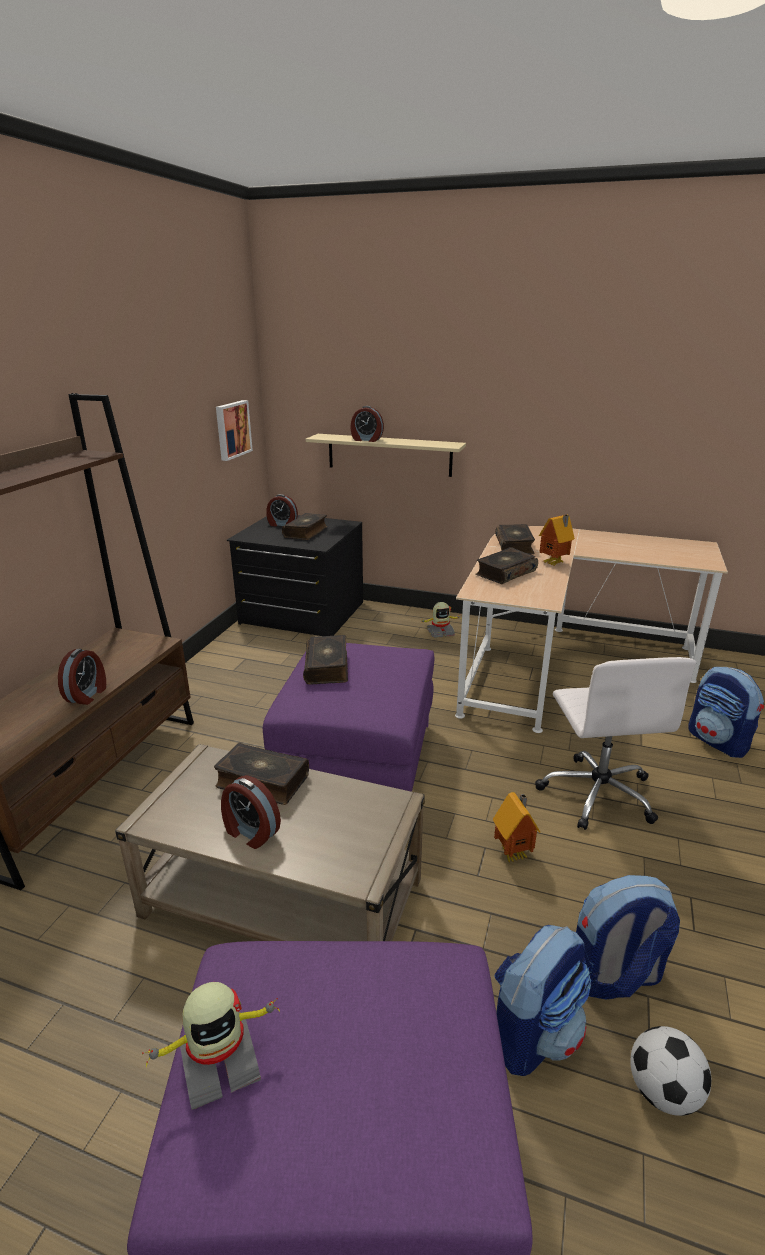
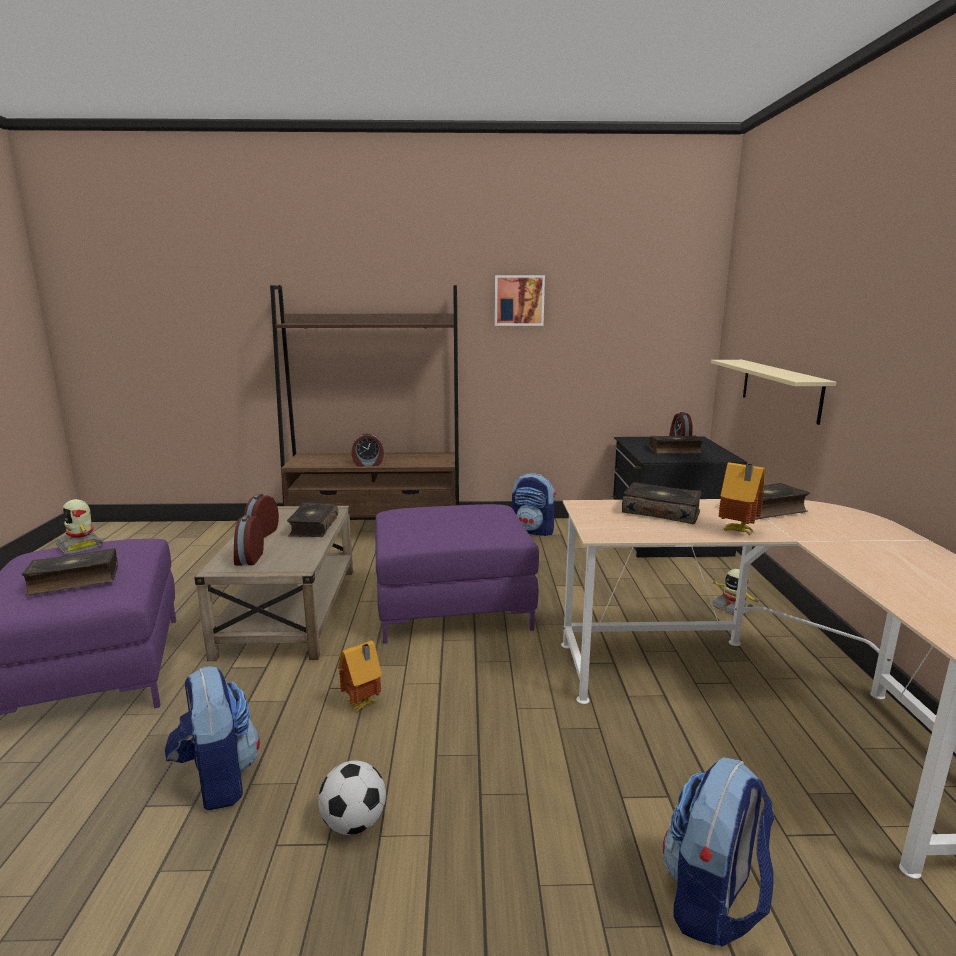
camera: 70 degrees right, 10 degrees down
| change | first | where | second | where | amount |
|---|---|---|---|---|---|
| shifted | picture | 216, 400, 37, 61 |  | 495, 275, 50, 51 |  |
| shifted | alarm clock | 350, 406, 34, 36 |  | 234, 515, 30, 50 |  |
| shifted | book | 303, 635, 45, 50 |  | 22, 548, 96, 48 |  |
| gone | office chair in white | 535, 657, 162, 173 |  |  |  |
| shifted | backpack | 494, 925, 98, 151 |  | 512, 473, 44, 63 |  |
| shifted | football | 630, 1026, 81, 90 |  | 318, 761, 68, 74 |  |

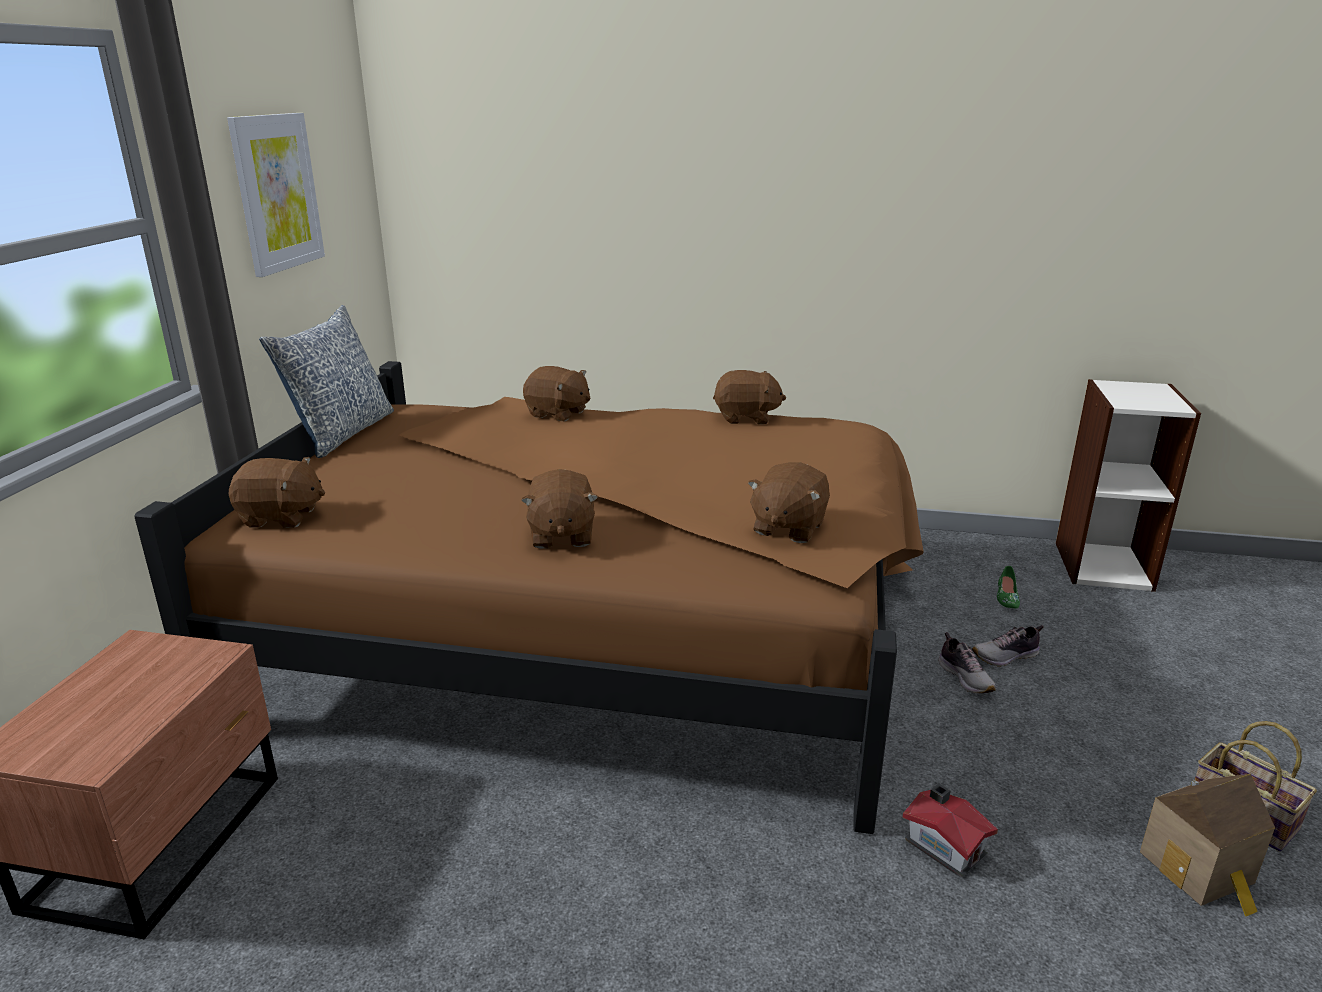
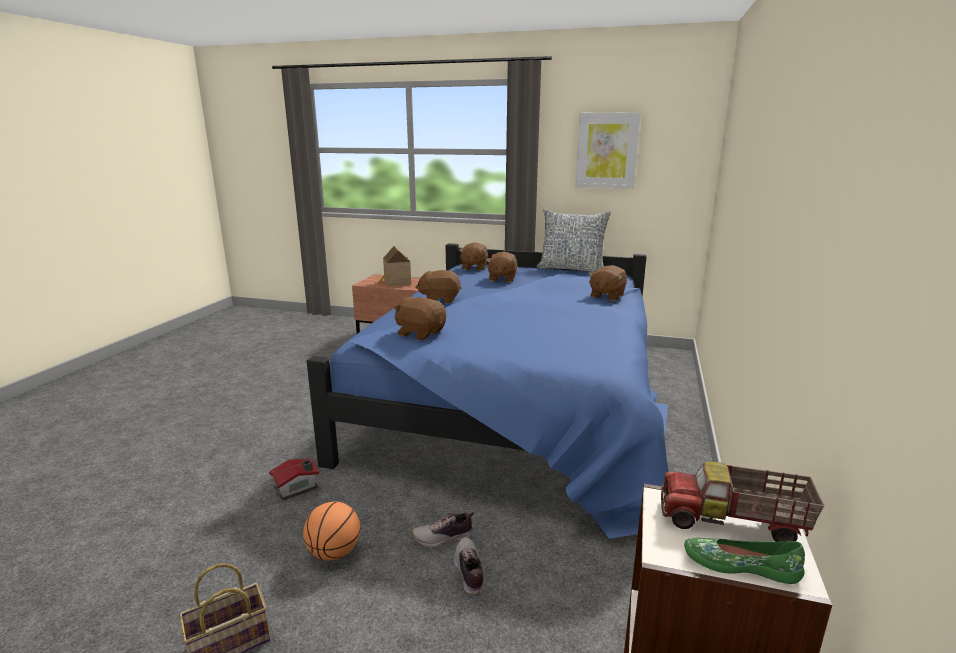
camera: 95 degrees right, 5 degrees down
| change | first | where | second | where | amount |
|---|---|---|---|---|---|
| repainted | bed in brown | 134, 361, 790, 473 | bed in blue | 307, 243, 362, 296 |  |
| shifted | plush toy in brown | 713, 370, 73, 54 |  | 486, 252, 31, 30 |  |
| shifted | shoe in green | 997, 566, 23, 43 |  | 684, 538, 121, 46 |  |
| shifted | toy house | 1140, 774, 135, 143 |  | 378, 246, 33, 40 |  |
| new |  |  | toy truck | 661, 461, 163, 81 |  |
| new |  |  | basketball | 303, 501, 58, 60 |  |

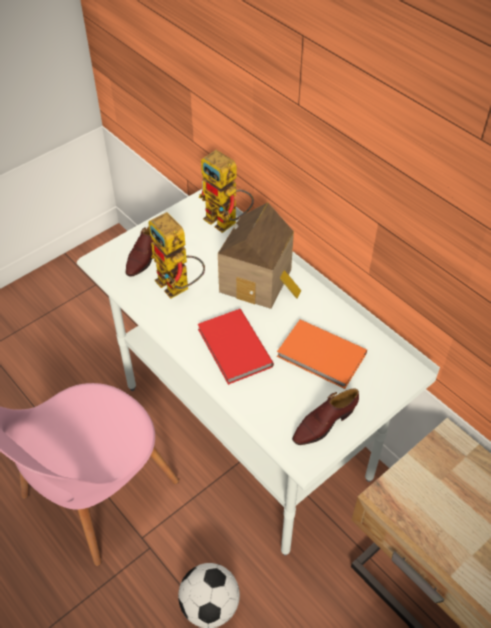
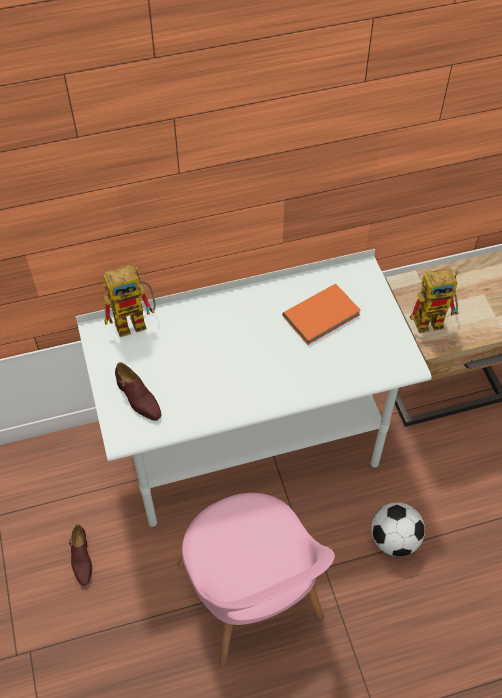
camera: 65 degrees left, 5 degrees up
| change | first | where | second | where | amount |
|---|---|---|---|---|---|
| gone | toy house | 218, 202, 83, 107 |  |  |  |
| shifted | toy robot | 148, 212, 57, 86 |  | 410, 268, 49, 65 |  |
| gone | book in red | 198, 309, 76, 76 |  |  |  |
| shifted | shoe in brown | 292, 388, 67, 57 |  | 69, 524, 23, 62 |  |

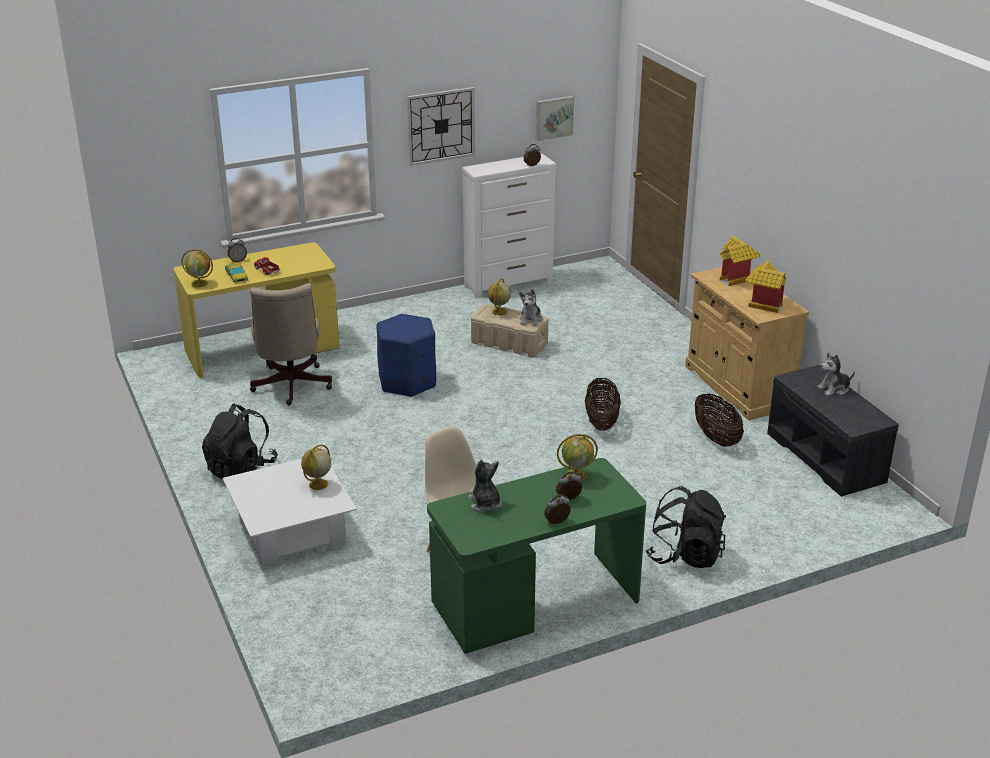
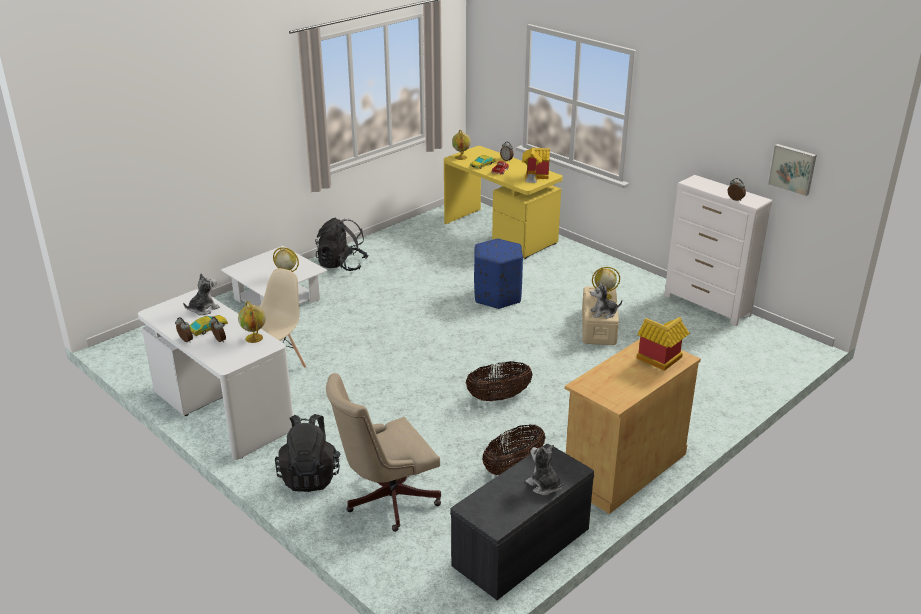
camera: 70 degrees right, 0 degrees up
| change | first | where | second | where | amount |
|---|---|---|---|---|---|
| gone | wall clock | 407, 87, 68, 79 |  |  |  |
| shifted | toy house | 746, 260, 40, 53 |  | 522, 148, 28, 35 |  |
| shifted | office chair in beige | 250, 283, 82, 122 |  | 326, 373, 115, 159 |  |
| repainted | desk in green | 427, 458, 219, 196 | desk in white | 138, 289, 155, 171 |  |
| new |  |  | toy car | 189, 315, 39, 21 |  |

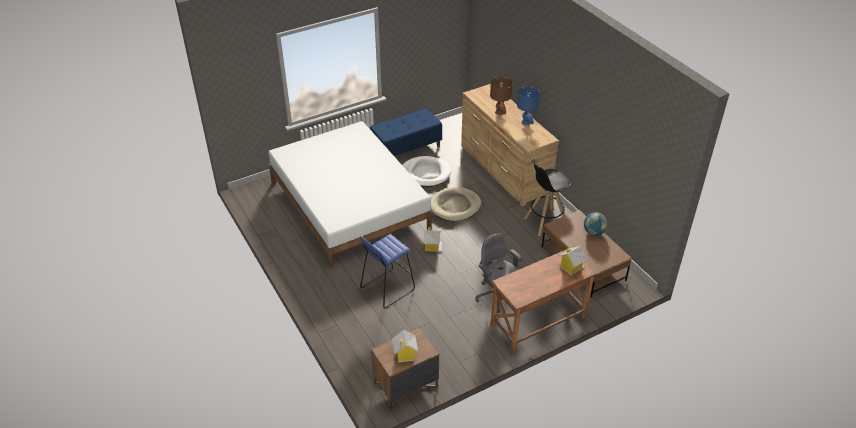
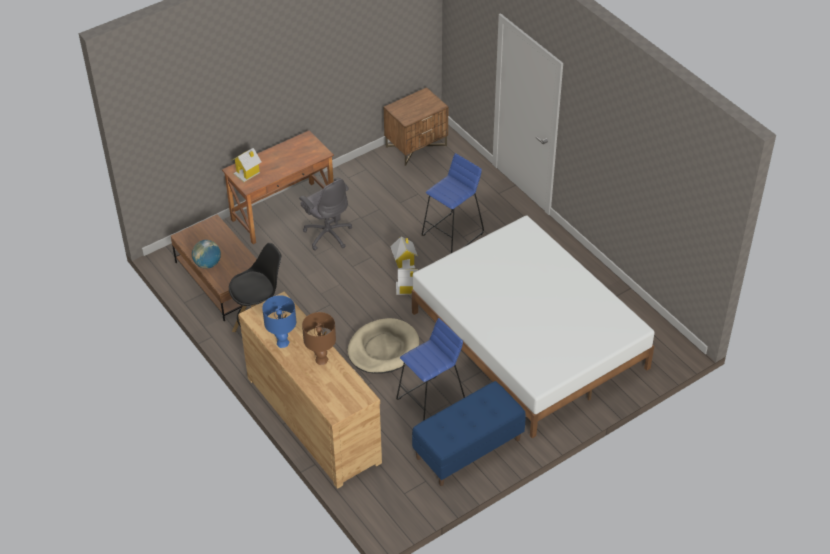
camera: 175 degrees right, 5 degrees up
| change | first | where | second | where | amount |
|---|---|---|---|---|---|
| swapped | dog bed in white | 402, 156, 49, 31 | stool in blue | 396, 318, 69, 103 |  |
| shifted | toy house | 392, 330, 26, 33 |  | 390, 236, 28, 33 |  |

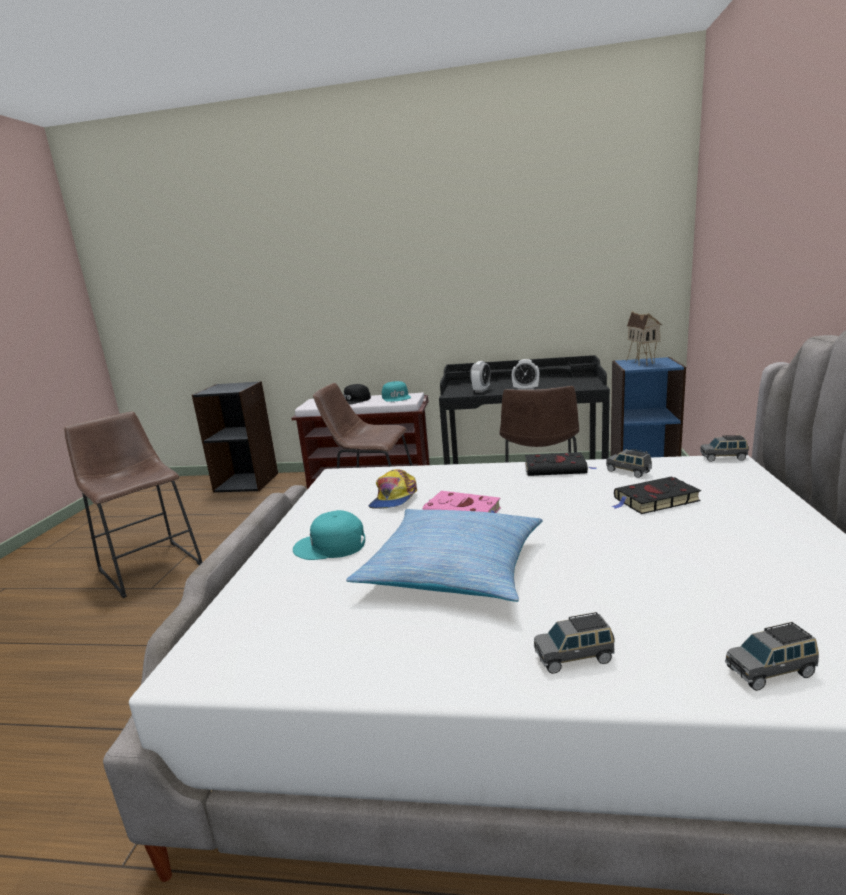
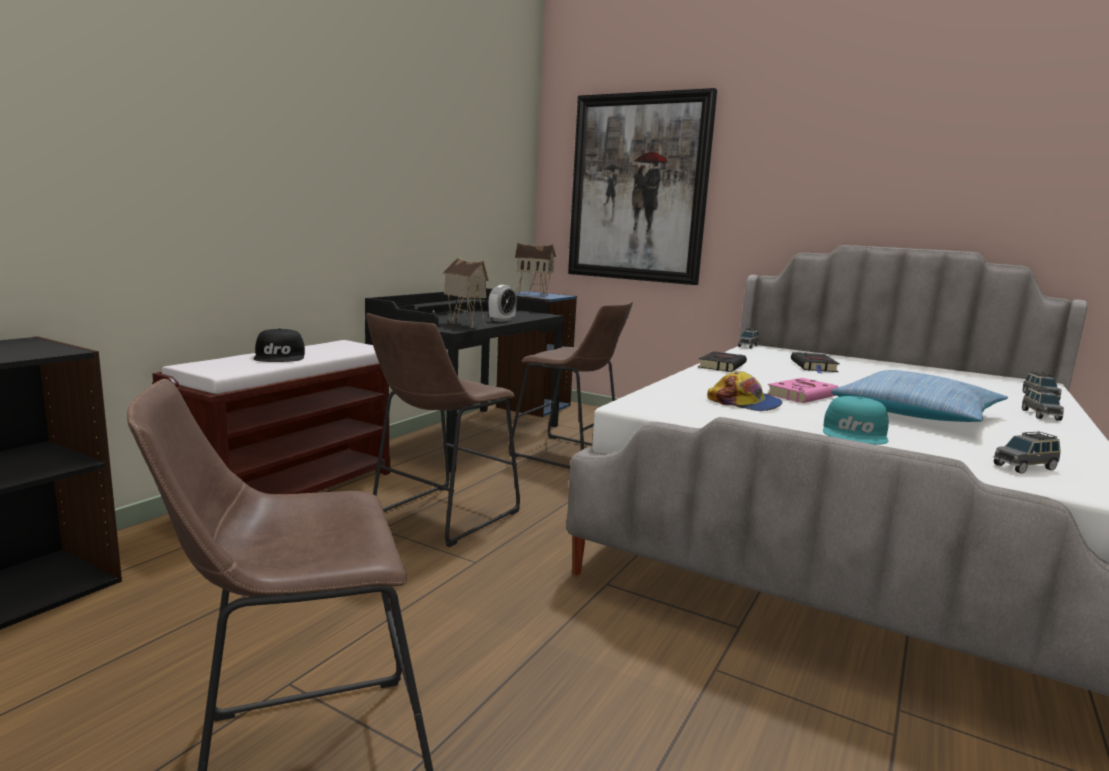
camera: 70 degrees left, 5 degrees down
| change | first | where | second | where | amount |
|---|---|---|---|---|---|
| swapped | alarm clock | 470, 361, 21, 32 | toy house | 443, 257, 46, 71 |  |
| gone | cap in turquoise | 382, 381, 29, 21 |  |  |  |
| shifted | toy car in grey | 606, 449, 46, 29 |  | 994, 431, 67, 43 |  |
| new |  |  | picture | 568, 88, 149, 197 |  |

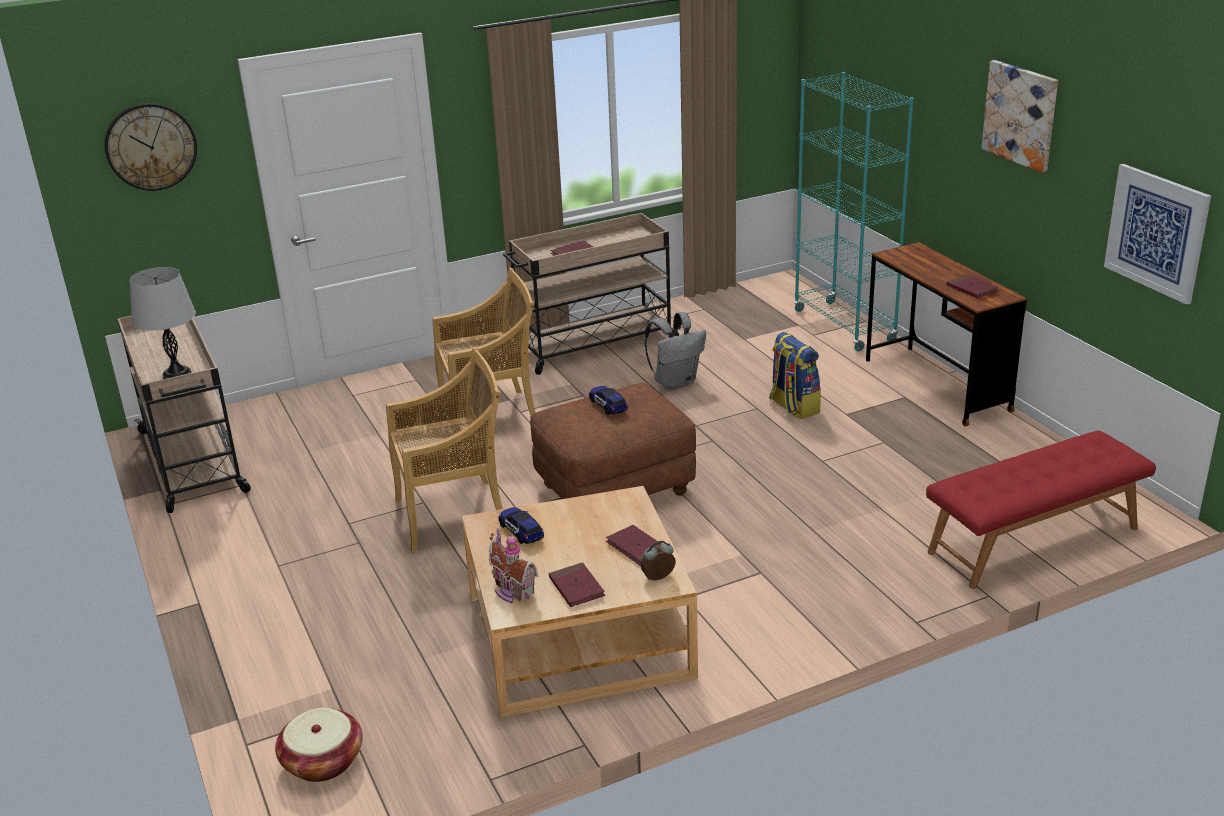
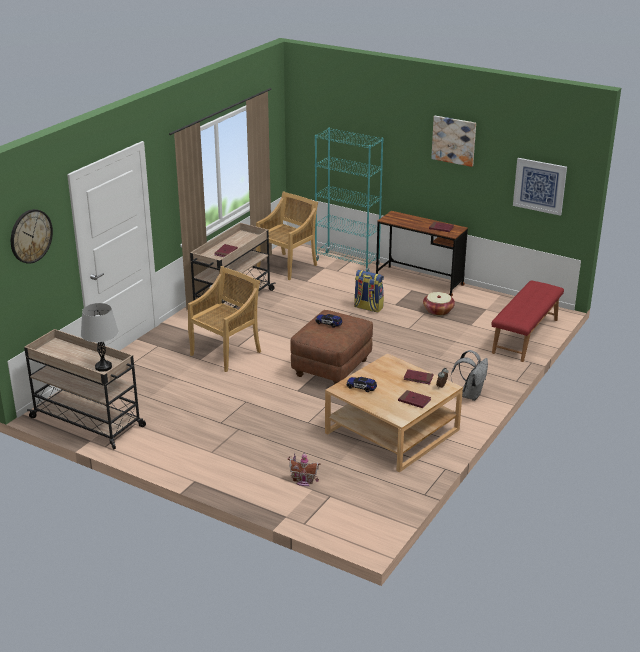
camera: 35 degrees left, 0 degrees up
| change | first | where | second | where | amount |
|---|---|---|---|---|---|
| shifted | backpack in grey | 645, 312, 61, 78 |  | 451, 350, 37, 51 |  |
| shifted | chair in beige | 386, 347, 117, 206 |  | 256, 191, 62, 89 |  |
| shifted | toy house | 489, 528, 49, 75 |  | 288, 452, 33, 34 |  |
| shifted | basket | 275, 708, 88, 74 |  | 423, 292, 32, 24 |  |

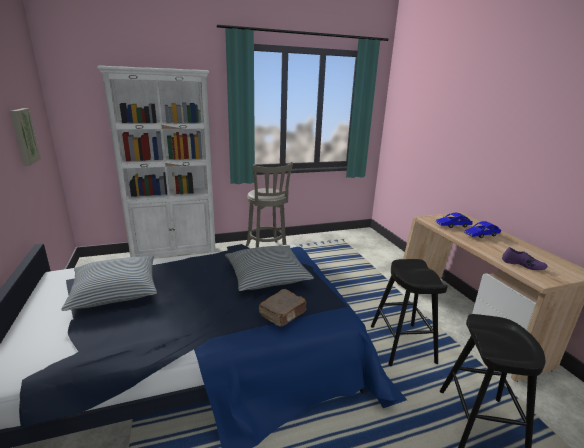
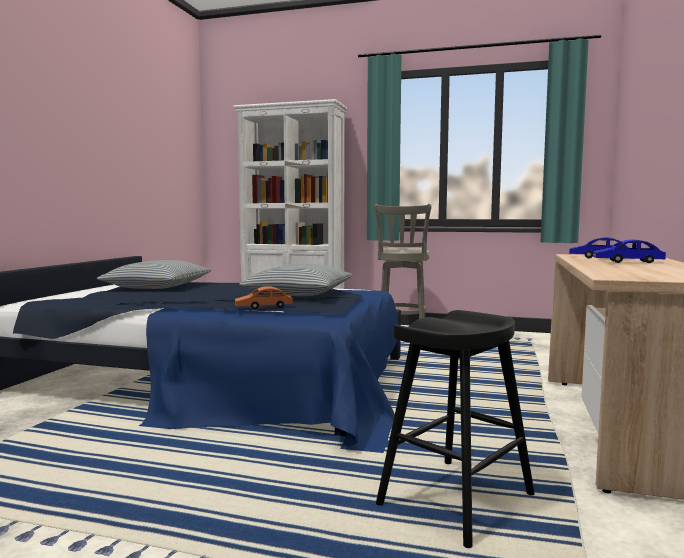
camera: 35 degrees right, 15 degrees down
| change | first | where | second | where | amount |
|---|---|---|---|---|---|
| gone | picture | 10, 108, 31, 58 |  |  |  |
| gone | shoe in purple | 502, 247, 46, 23 |  |  |  |
| gone | stool in black | 371, 259, 77, 107 |  |  |  |
| swapped | book in brown | 259, 289, 48, 38 | toy car in orange | 235, 286, 58, 24 |  |

